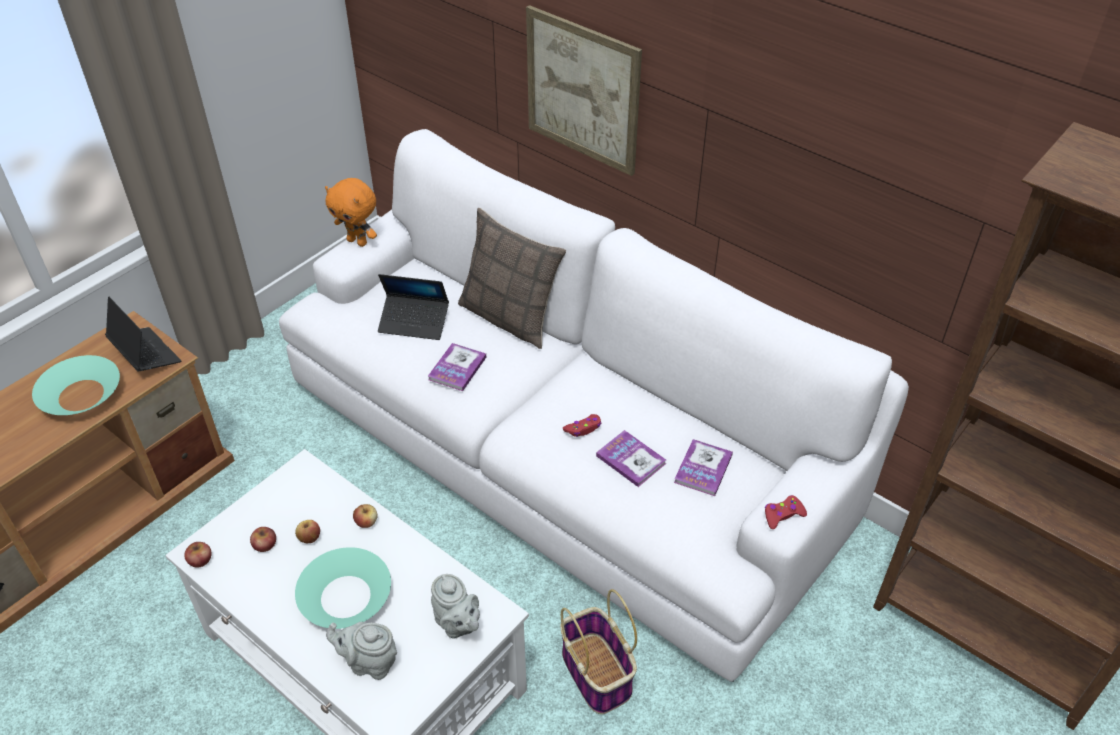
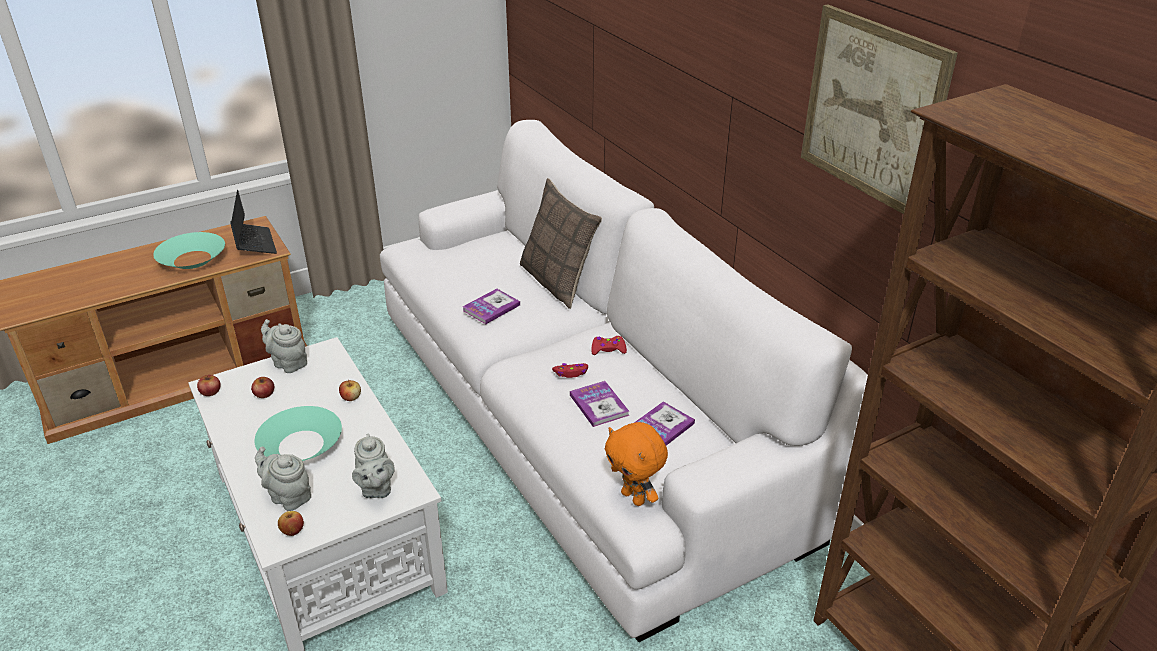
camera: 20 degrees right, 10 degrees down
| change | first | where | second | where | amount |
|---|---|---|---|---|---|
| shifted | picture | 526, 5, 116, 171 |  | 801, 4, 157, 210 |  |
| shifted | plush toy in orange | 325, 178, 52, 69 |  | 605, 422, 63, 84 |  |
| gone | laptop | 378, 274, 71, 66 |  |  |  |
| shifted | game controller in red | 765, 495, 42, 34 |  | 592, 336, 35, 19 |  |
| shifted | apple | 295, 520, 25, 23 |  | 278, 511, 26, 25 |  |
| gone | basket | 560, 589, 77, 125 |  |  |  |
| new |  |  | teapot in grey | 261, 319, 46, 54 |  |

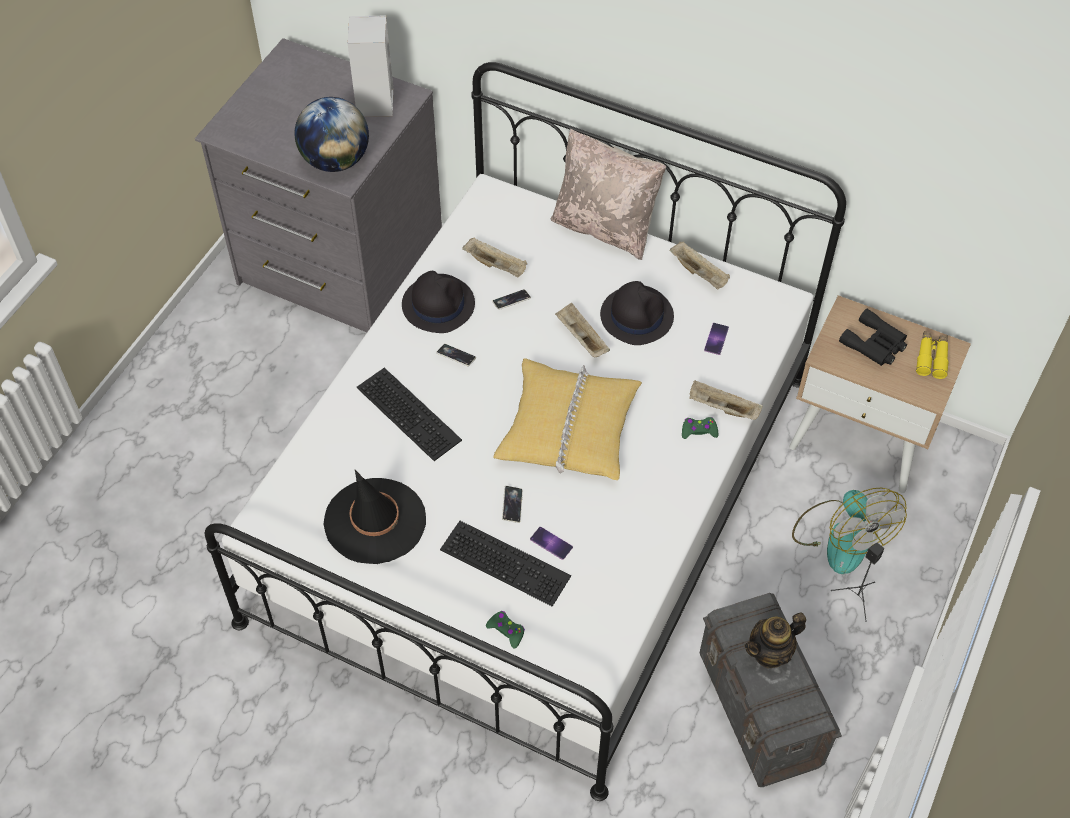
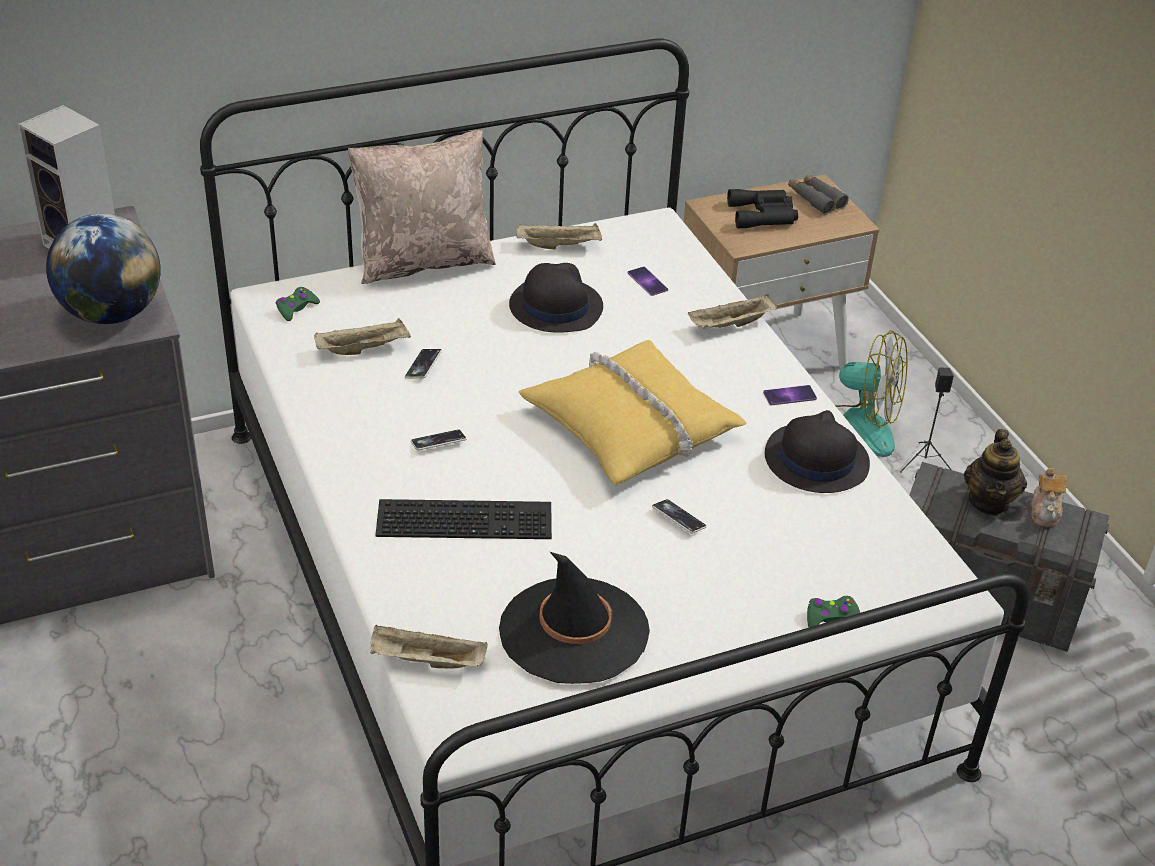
camera: 50 degrees left, 15 degrees down
| change | first | where | second | where | amount |
|---|---|---|---|---|---|
| shifted | hat in black | 402, 271, 73, 62 |  | 765, 410, 105, 83 |  |
| shifted | tray in beige | 555, 303, 55, 55 |  | 370, 625, 118, 43 |  |
| repainted | binoculars in yellow | 916, 331, 33, 48 | binoculars in grey | 788, 174, 60, 41 |  |
| shifted | game controller in green | 682, 417, 36, 22 |  | 276, 287, 44, 34 |  |
| gone | keyboard | 440, 521, 131, 86 |  |  |  |
| shifted | phone | 530, 527, 43, 33 |  | 763, 385, 54, 21 |  |
| new |  |  | teapot | 1031, 468, 36, 59 |  |

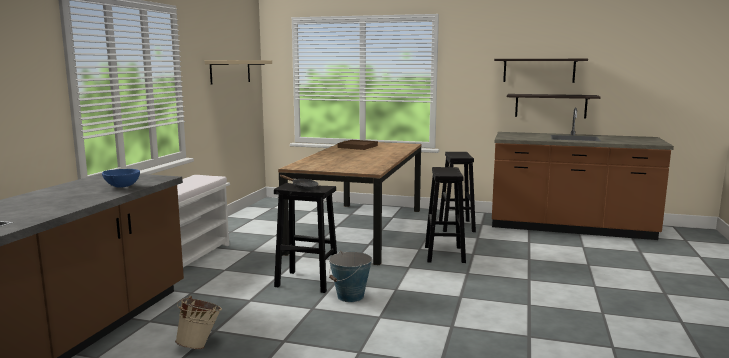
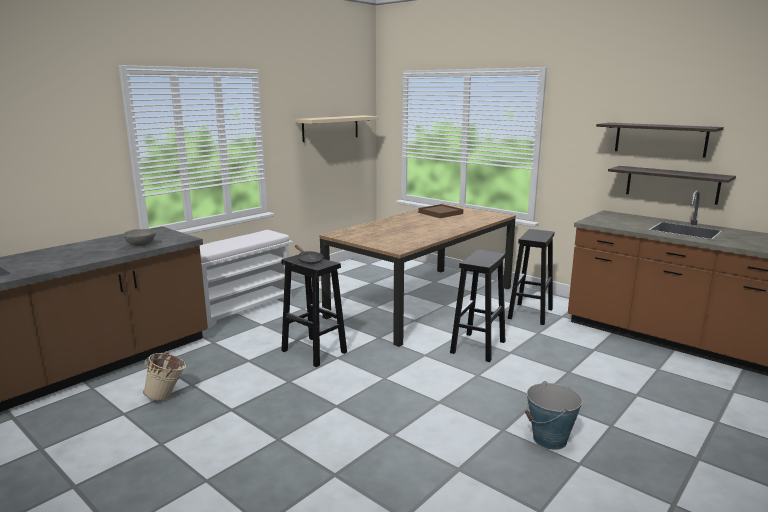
camera: 25 degrees right, 5 degrees up
| change | first | where | second | where | amount |
|---|---|---|---|---|---|
| repainted | bowl in blue | 102, 169, 38, 19 | bowl in grey | 123, 229, 33, 17 |  |
| shifted | bucket | 329, 251, 43, 51 |  | 525, 381, 58, 69 |  |

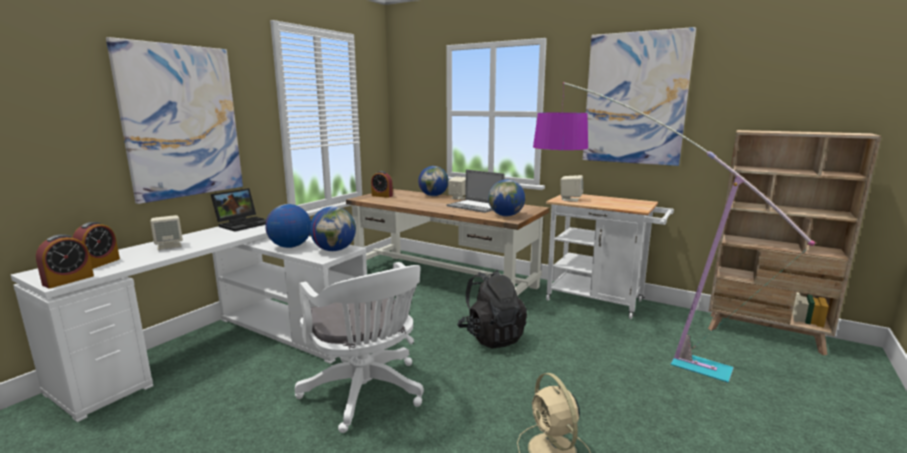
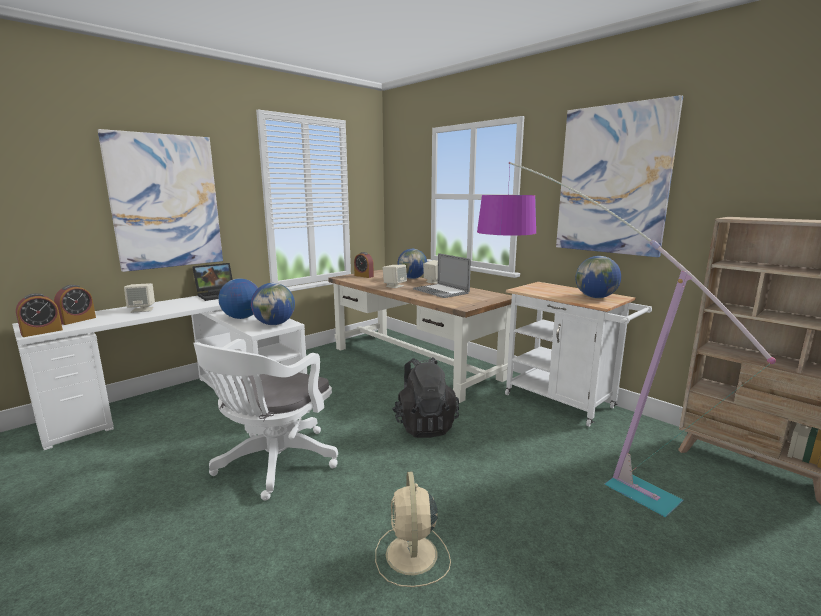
camera: 15 degrees right, 0 degrees up
| change | first | where | second | where | amount |
|---|---|---|---|---|---|
| shifted | speaker in beige | 560, 175, 23, 27 |  | 383, 265, 24, 23 |  |
| shifted | globe | 488, 180, 37, 36 |  | 575, 256, 46, 42 |  |
| rotated | office chair in white | 295, 262, 129, 171 |  | 193, 339, 145, 162 | 45 degrees clockwise |

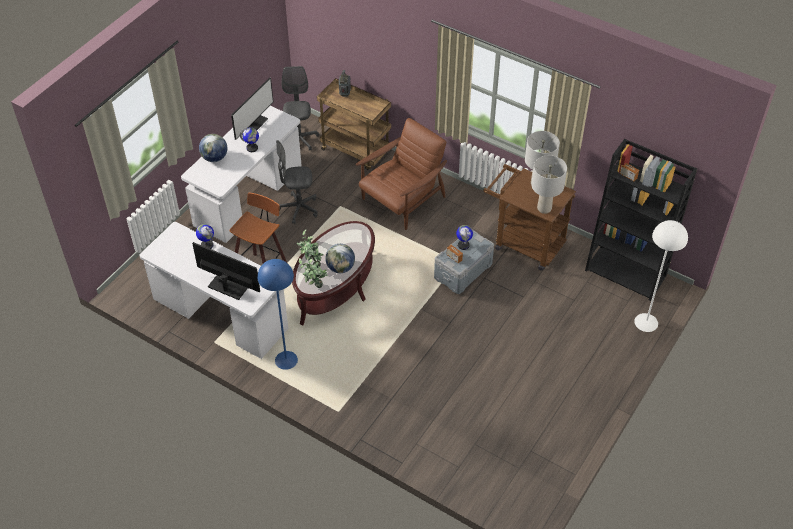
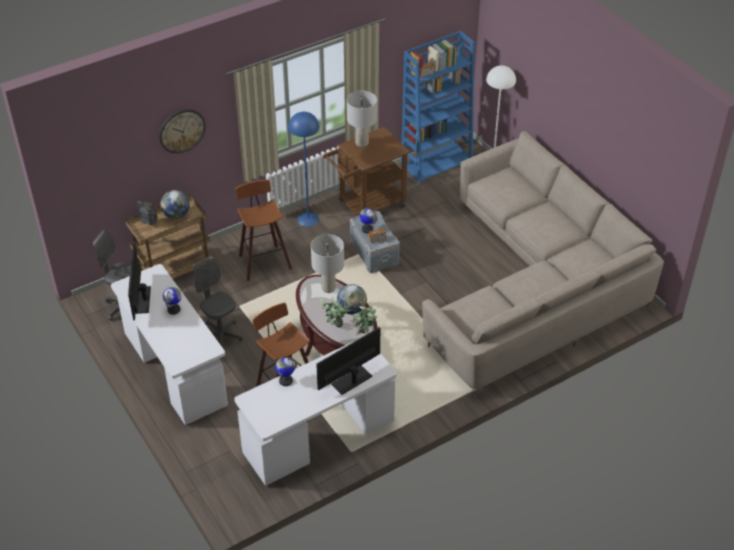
camera: 65 degrees left, 5 degrees down
| change | first | where | second | where | amount |
|---|---|---|---|---|---|
| rotated | monitor | 231, 77, 42, 63 |  | 128, 242, 23, 78 | 150 degrees counterclockwise |
| swapped | armchair in brown | 355, 118, 92, 112 | stool | 235, 180, 57, 101 |  |
| shifted | globe | 199, 134, 28, 28 |  | 160, 190, 30, 29 |  |
| repainted | bookcase in black | 585, 139, 112, 162 | bookcase in blue | 401, 31, 74, 152 |  |
| rotated | office chair in grey | 276, 140, 42, 84 |  | 193, 256, 50, 90 | 120 degrees clockwise |
| shifted | table lamp in grey | 531, 155, 36, 59 |  | 311, 234, 33, 59 |  |
| shifted | floor lamp in blue | 257, 259, 41, 111 |  | 288, 112, 31, 115 |  |
| new |  |  | wall clock | 159, 109, 46, 44 |  |
| new |  |  | sofa in beige | 422, 131, 242, 267 |  |

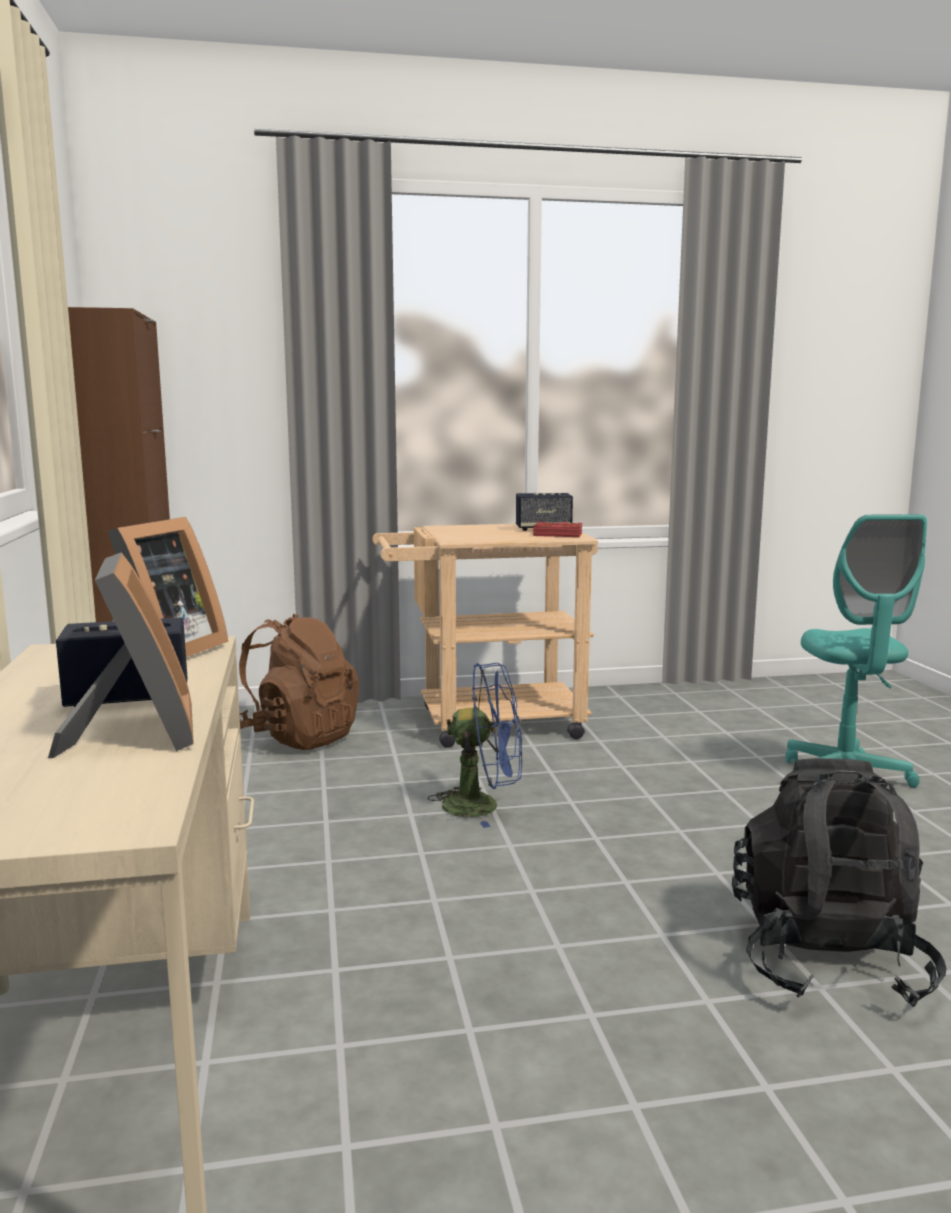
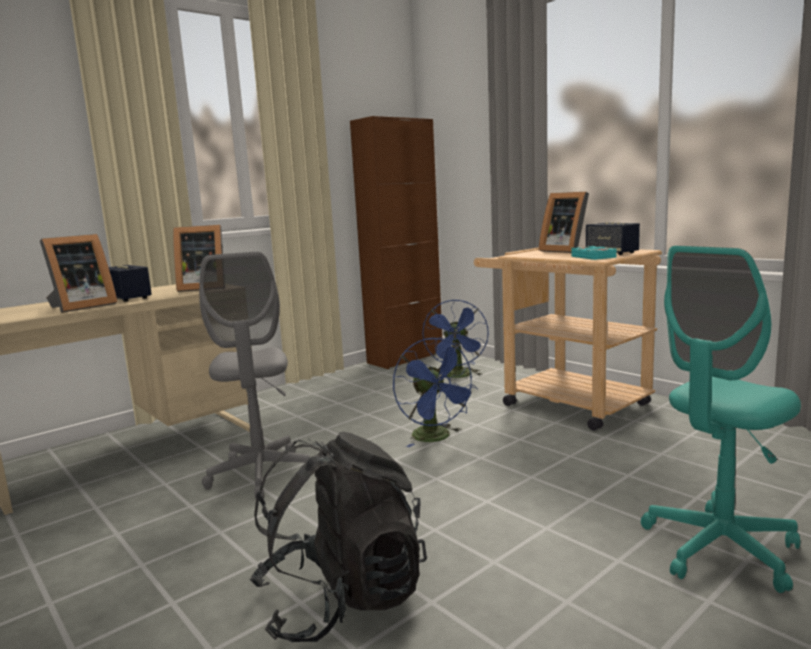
camera: 60 degrees right, 0 degrees up
| change | first | where | second | where | amount |
|---|---|---|---|---|---|
| repainted | book in red | 533, 522, 49, 15 | book in turquoise | 571, 246, 46, 14 |  |
| swapped | backpack in brown | 239, 614, 120, 136 | fan in blue | 422, 299, 67, 79 |  |
| new |  |  | picture frame | 539, 192, 50, 61 |  |
| new |  |  | office chair in grey | 199, 252, 115, 247 |  |

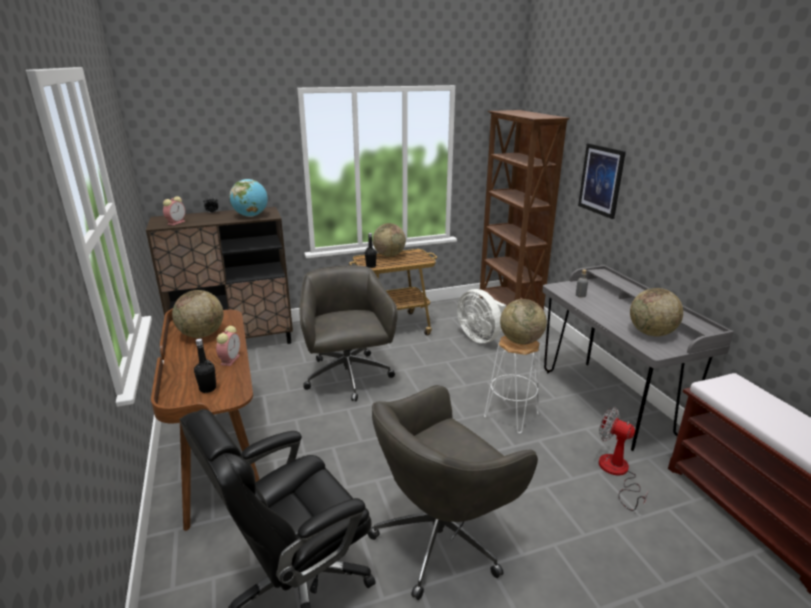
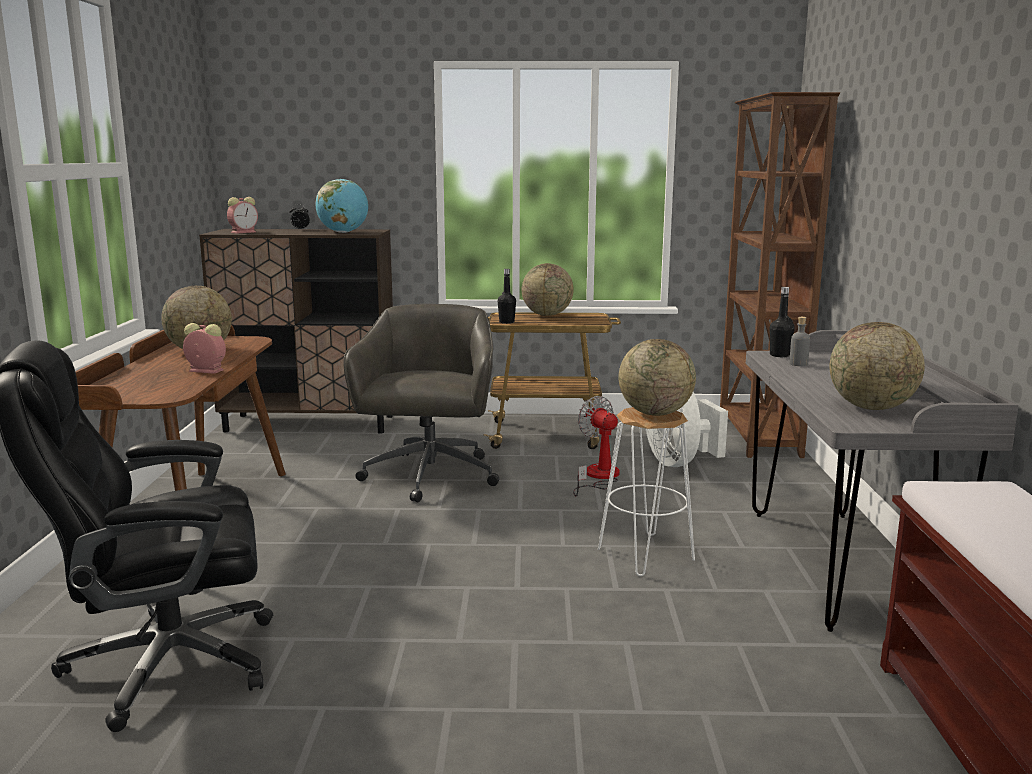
camera: 20 degrees right, 10 degrees down
| change | first | where | second | where | amount |
|---|---|---|---|---|---|
| gone | picture | 578, 143, 48, 76 |  |  |  |
| rotated | alarm clock | 216, 326, 24, 40 |  | 183, 323, 43, 51 | 105 degrees counterclockwise |
| shifted | bottle in black | 194, 339, 22, 54 |  | 770, 287, 25, 70 |  |
| gone | office chair in grey | 367, 385, 171, 215 |  |  |  |
| shifted | fan | 599, 407, 50, 104 |  | 573, 396, 47, 100 |  |

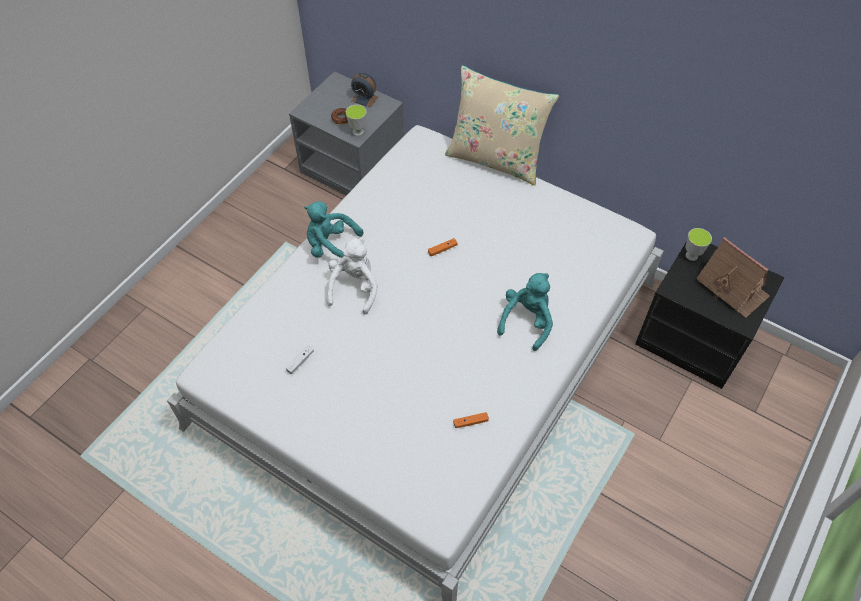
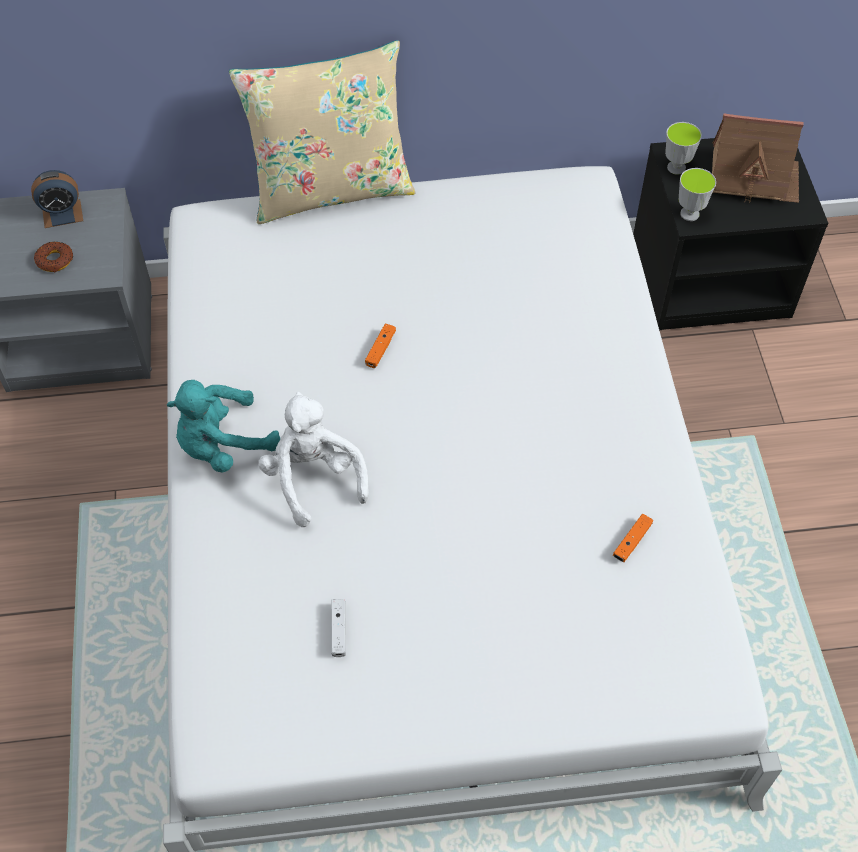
camera: 40 degrees left, 0 degrees up
| change | first | where | second | where | amount |
|---|---|---|---|---|---|
| shifted | cup | 346, 105, 21, 31 |  | 679, 168, 37, 53 |  |
| gone | plush toy in turquoise | 497, 273, 56, 78 |  |  |  |

